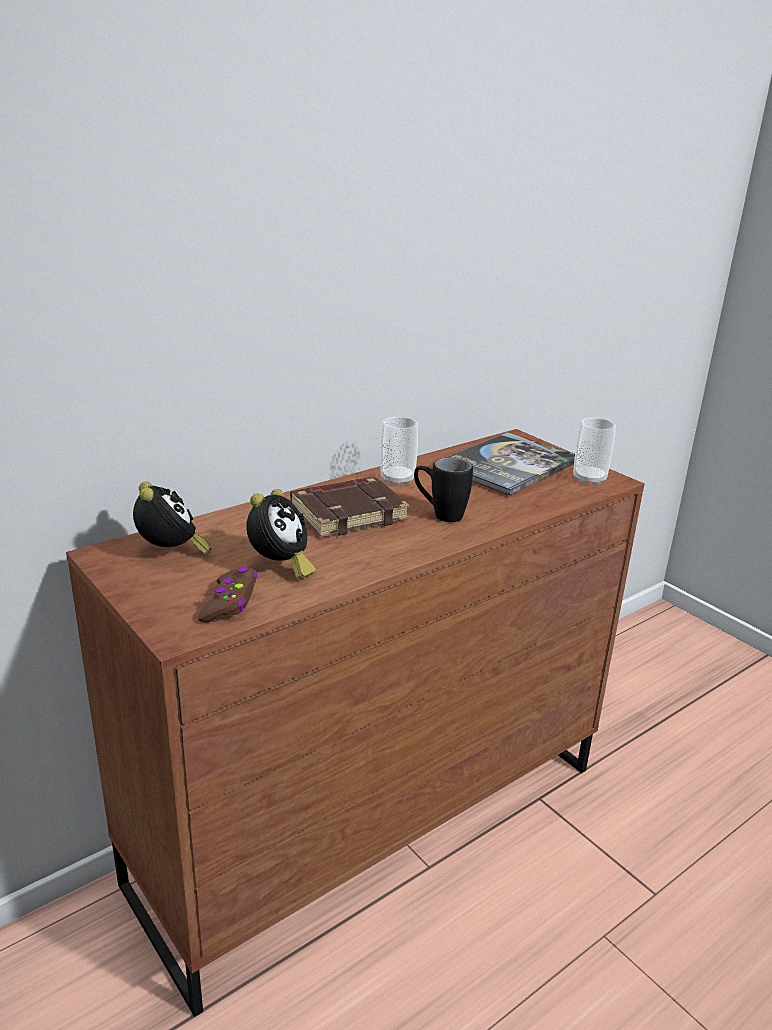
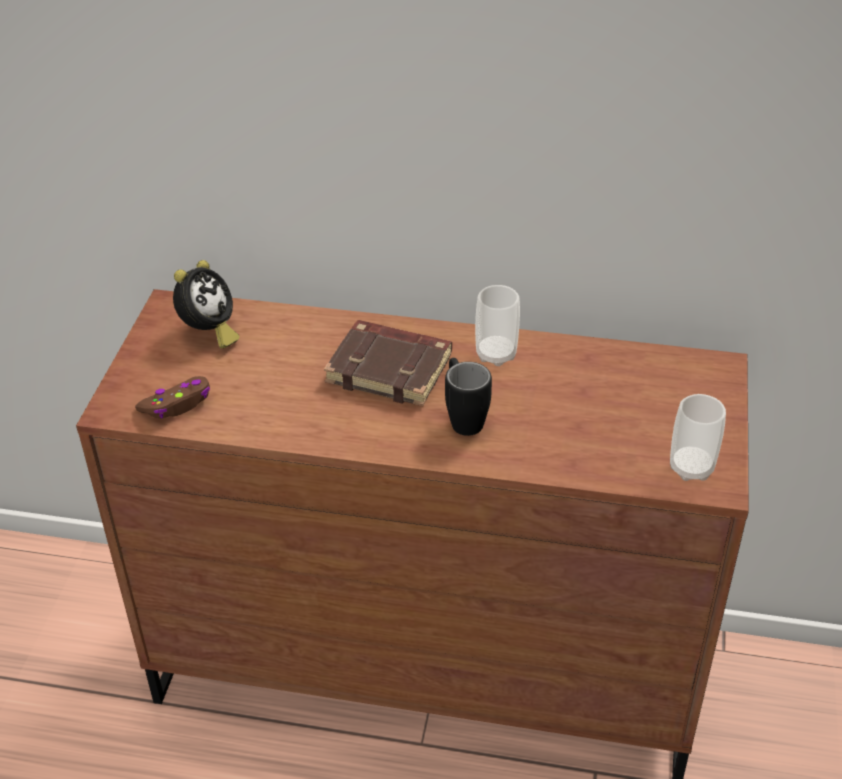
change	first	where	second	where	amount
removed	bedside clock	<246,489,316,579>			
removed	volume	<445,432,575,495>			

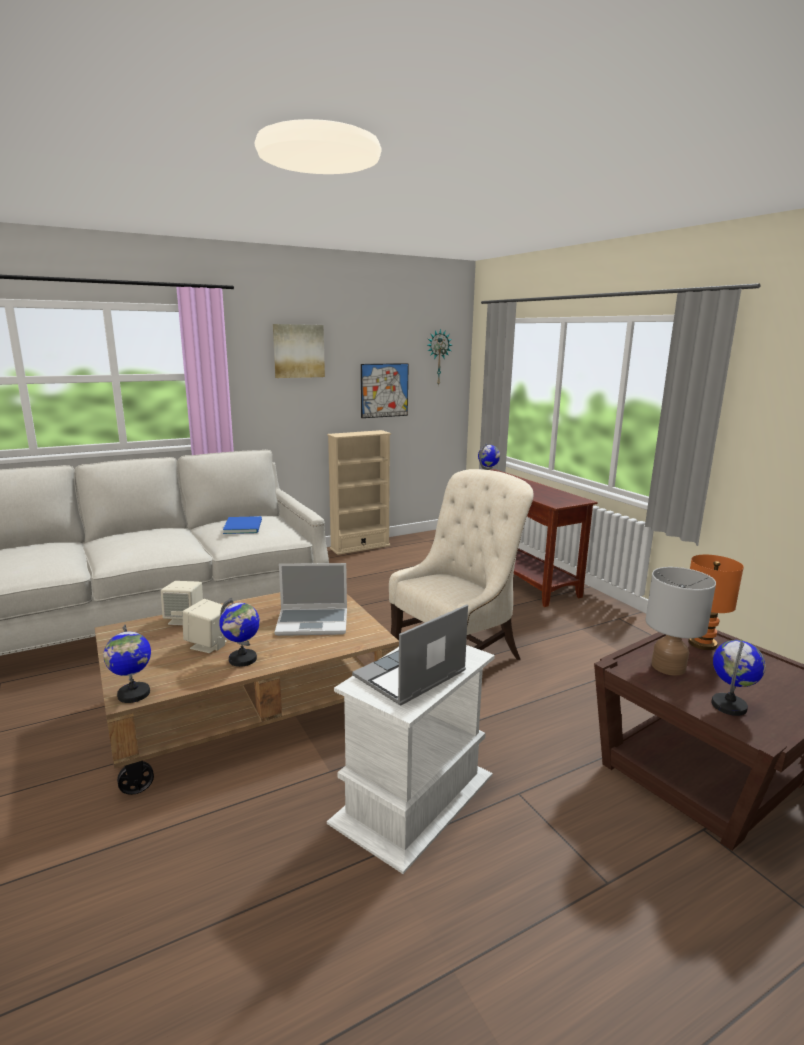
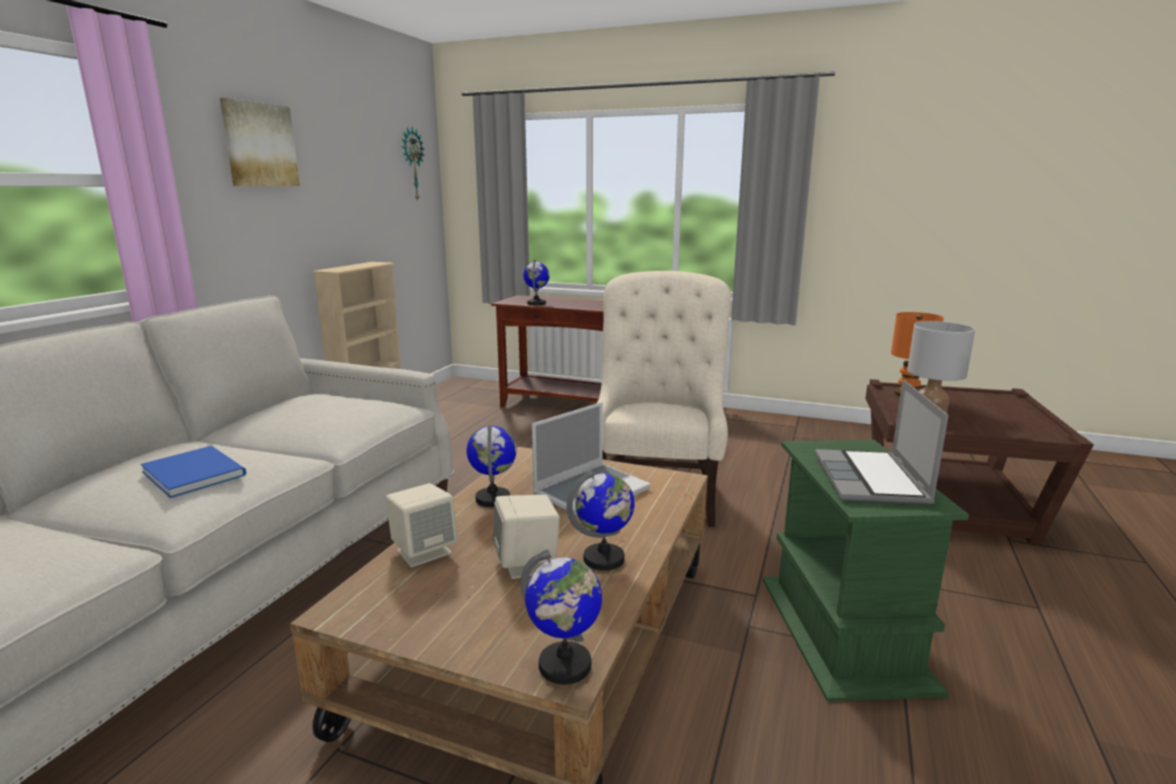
change	first	where	second	where	amount
moved	volume/blue-coloured	<223,516,262,534>		<141,446,246,498>	
moved	desk globe	<711,640,766,716>		<467,425,517,507>	
recoloured	end table/white	<327,645,495,874>	end table/green-coloured	<763,440,969,702>	
removed	picture	<361,363,409,418>			

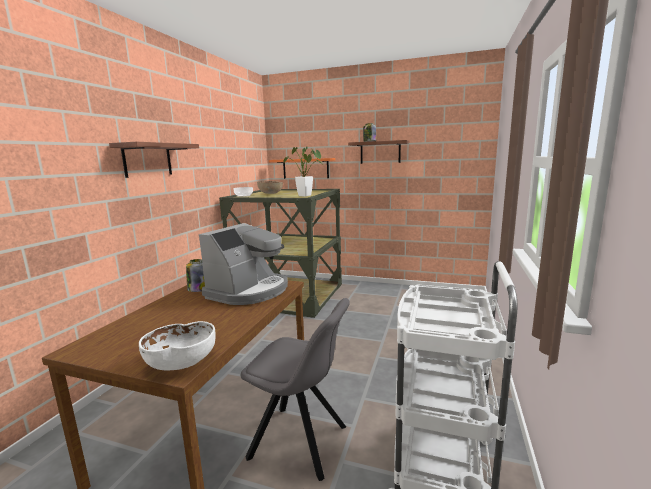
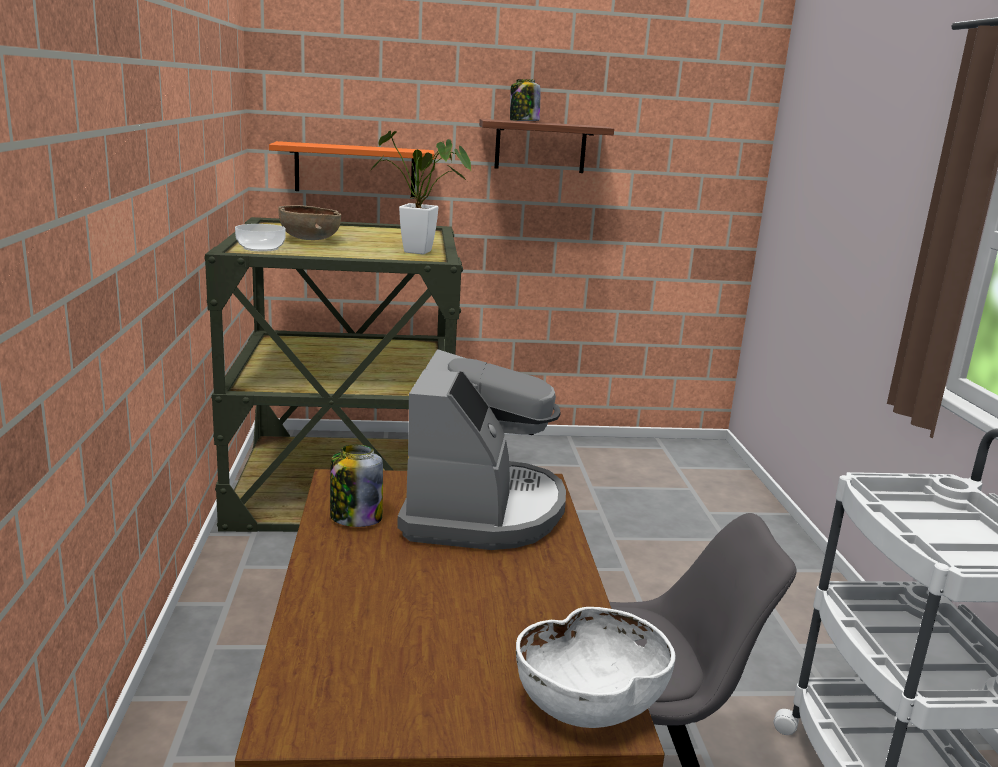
change	first	where	second	where	amount
removed	bracket shelf	<109,142,199,178>			

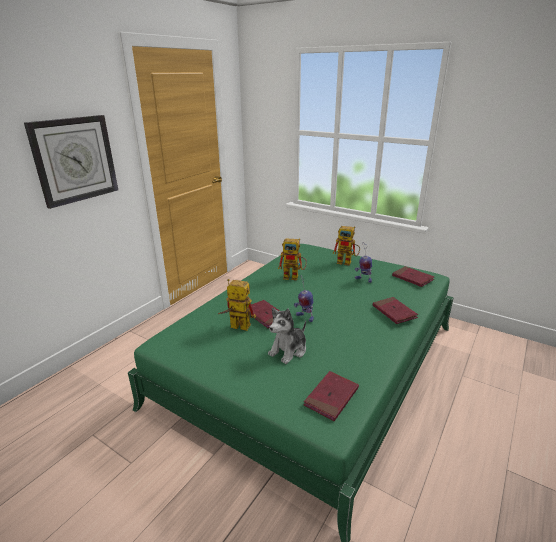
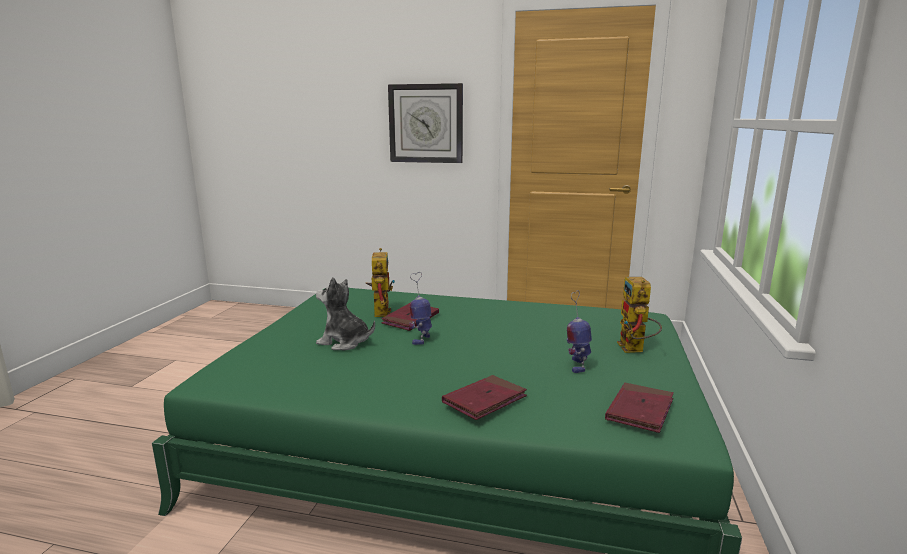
change	first	where	second	where	amount
removed	model robot	<278,238,307,280>			
removed	volume/red-coloured	<304,371,359,421>			

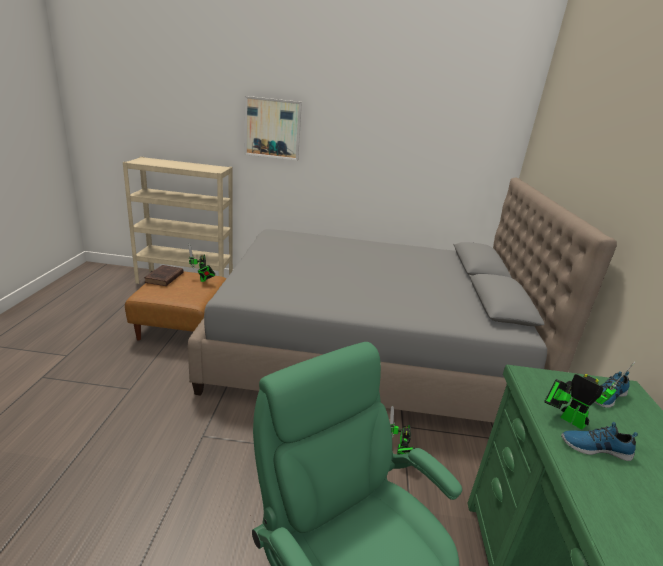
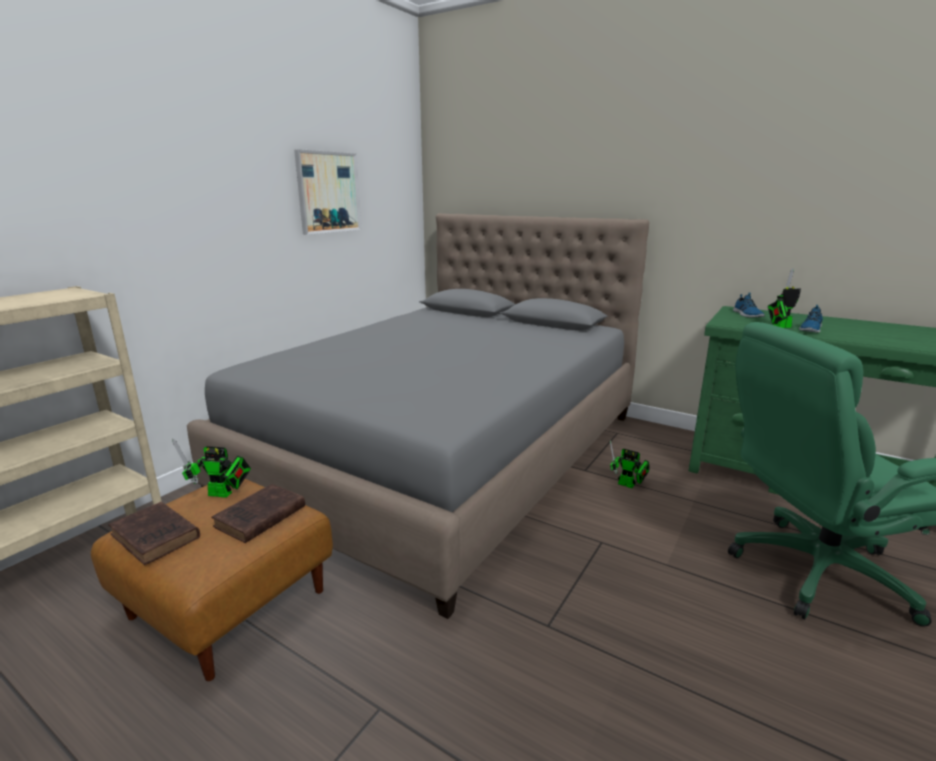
change	first	where	second	where	amount
added			volume/brown-coloured	<211,484,305,543>	
moved	picture	<244,96,302,161>		<294,149,362,235>	

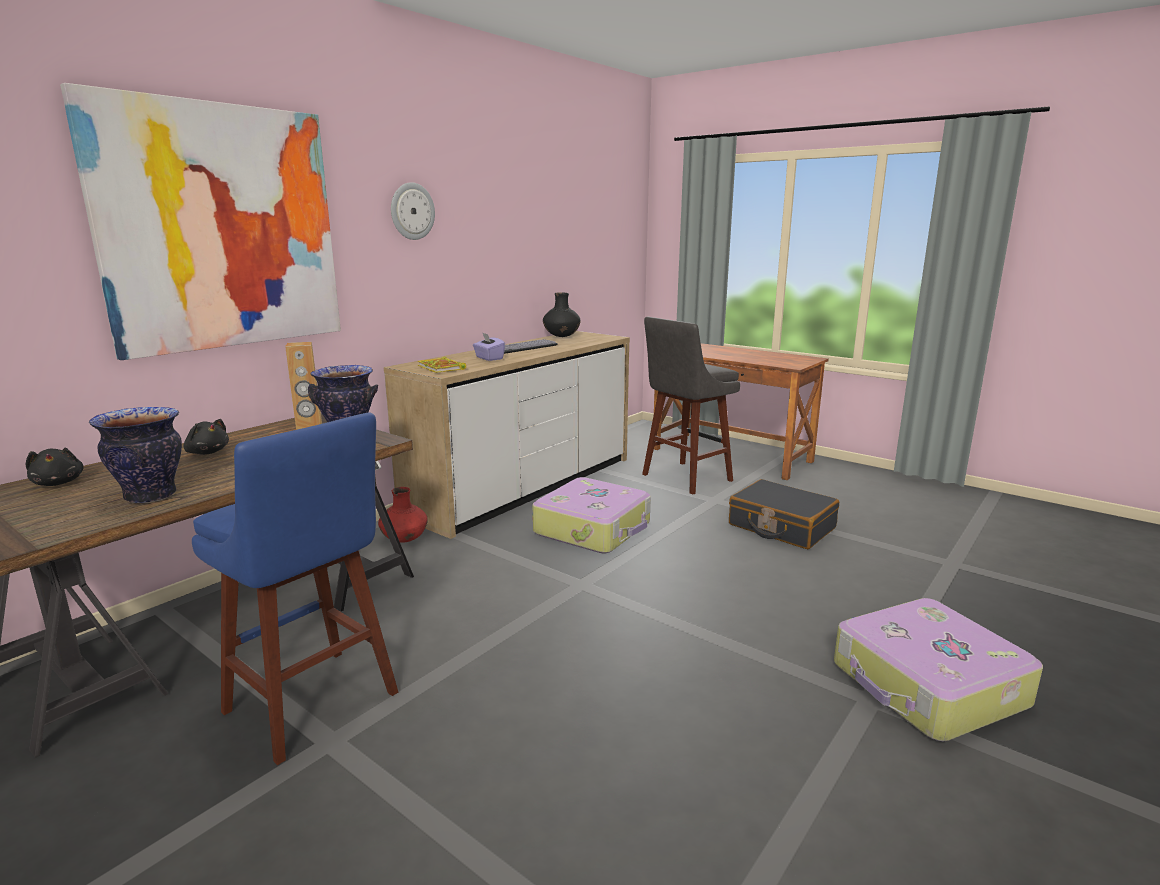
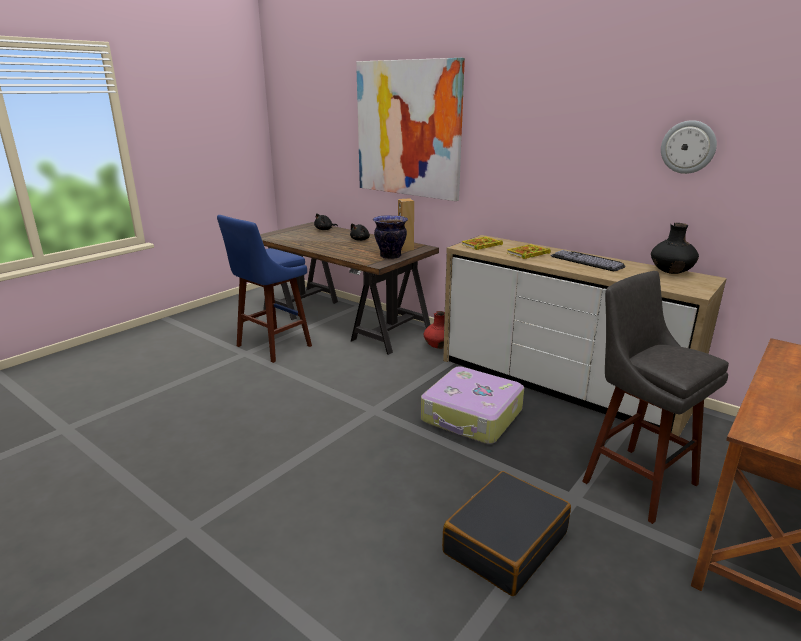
change	first	where	second	where	amount
replaced	box of tissues/purple	<473,332,505,361>	volume	<507,244,551,259>	
moved	clock on the wall	<391,182,435,240>		<661,120,717,174>	
removed	decorative vase	<88,407,182,503>			
removed	suitcase	<834,598,1043,741>			

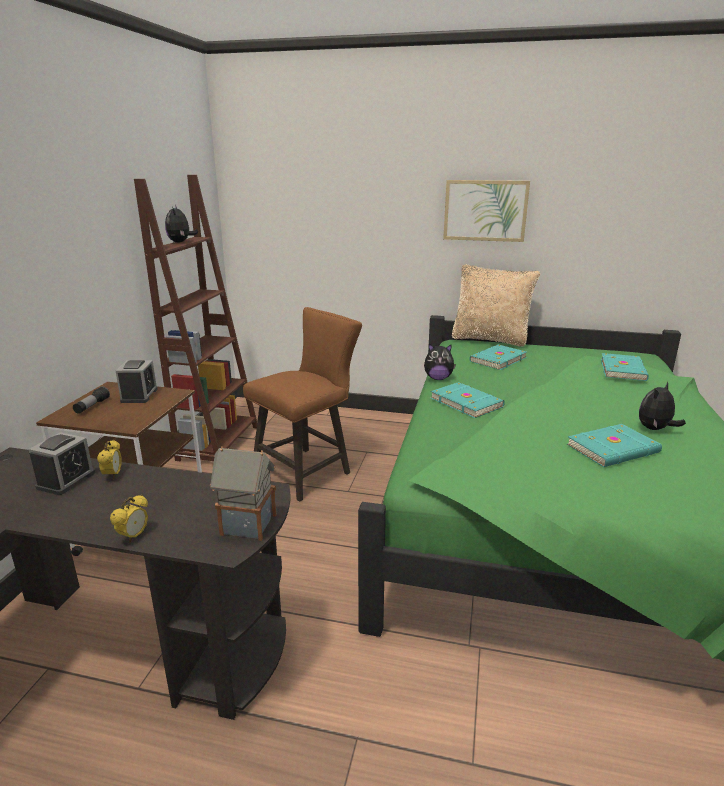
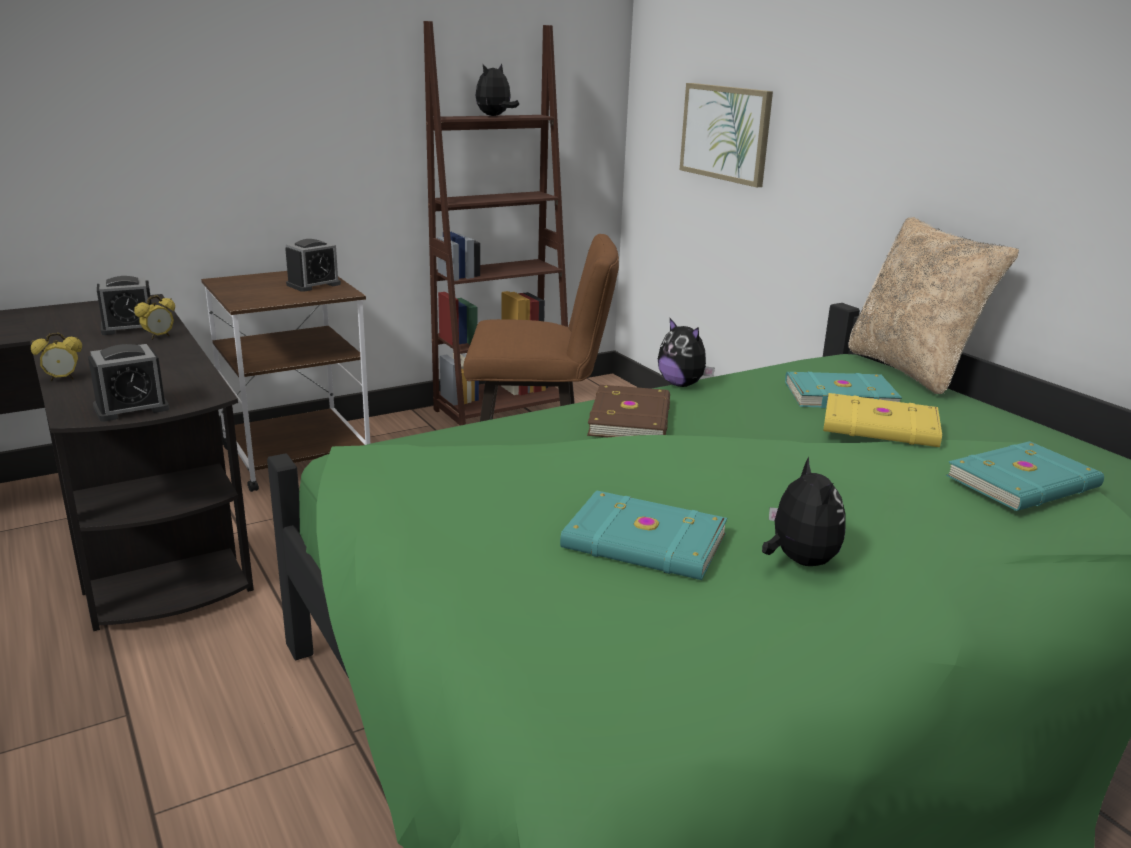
change	first	where	second	where	amount
replaced	miniature house	<210,446,277,541>	bedside clock	<88,344,169,421>	
recoloured	volume/turquoise-coloured	<431,382,505,418>	volume/brown-coloured	<587,385,670,437>	
moved	picture	<443,180,530,242>		<680,83,773,187>	
turned	cuddly toy	<639,382,686,430>		<762,457,846,566>	75 degrees clockwise
added			volume/yellow	<823,393,942,447>	
removed	hand torch	<73,386,110,414>			

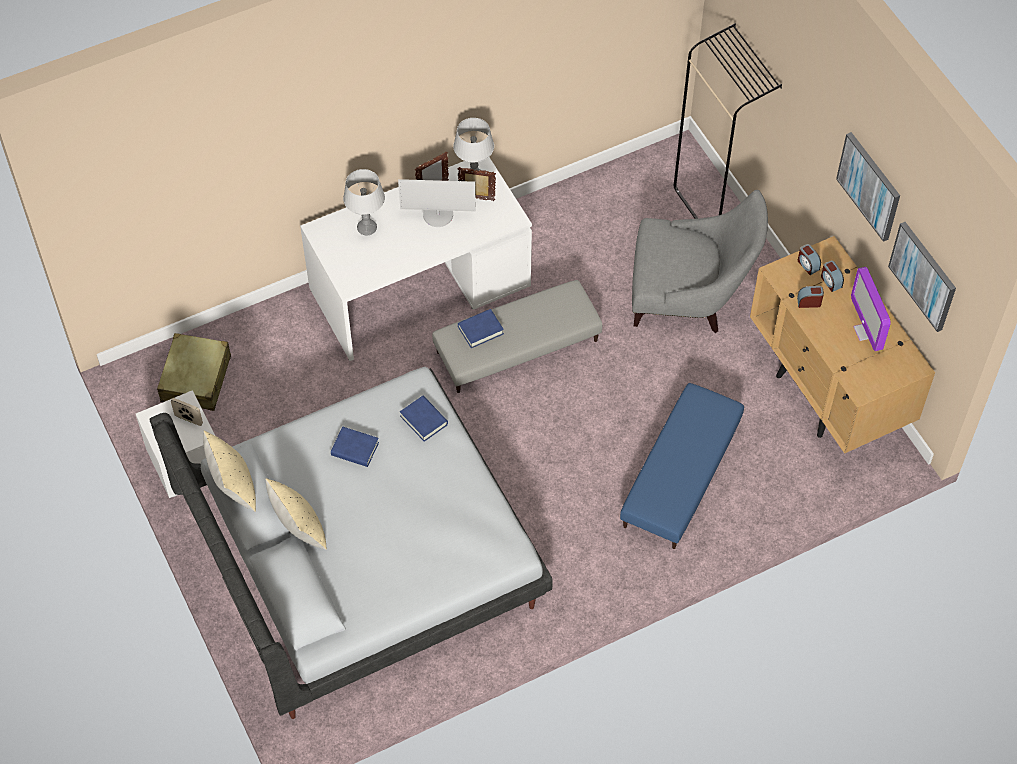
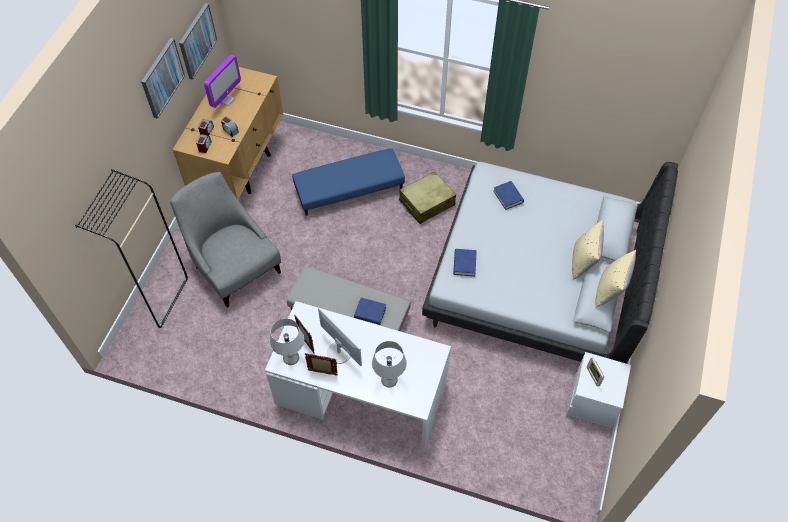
change	first	where	second	where	amount
moved	suitcase/sand-coloured	<157,333,231,411>		<399,171,456,224>	
moved	volume/blue-coloured	<331,427,379,467>		<493,181,524,210>	

